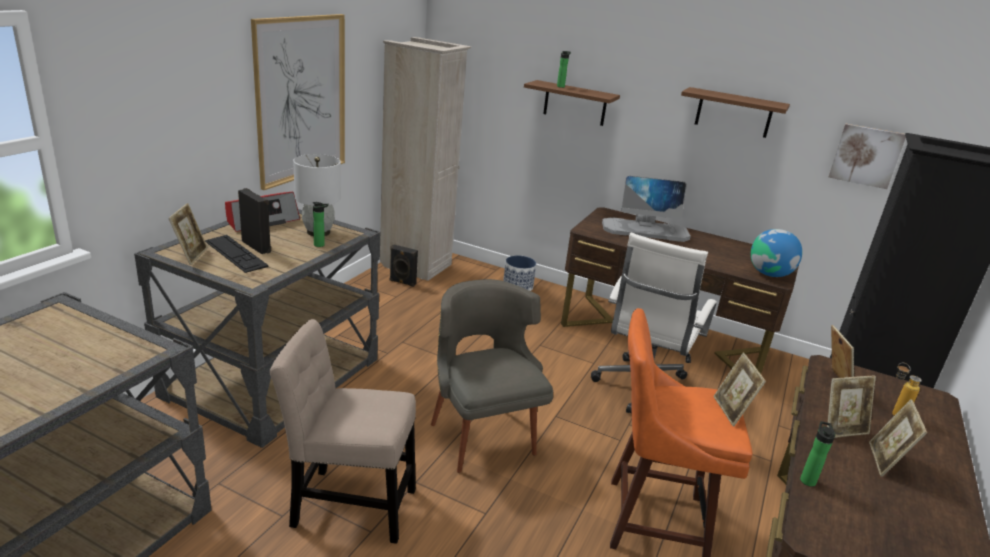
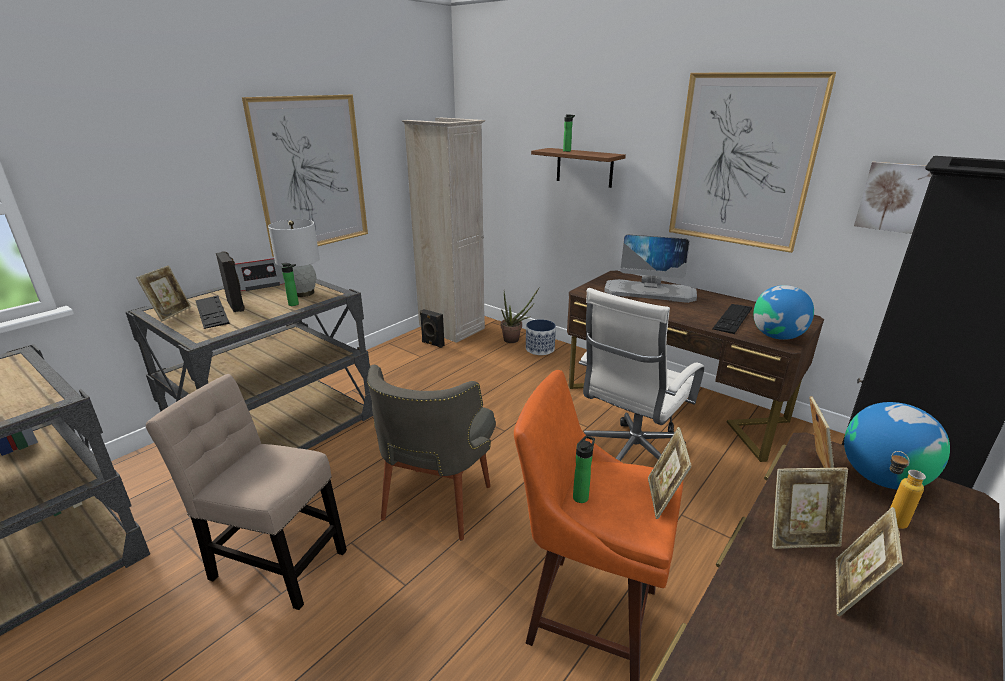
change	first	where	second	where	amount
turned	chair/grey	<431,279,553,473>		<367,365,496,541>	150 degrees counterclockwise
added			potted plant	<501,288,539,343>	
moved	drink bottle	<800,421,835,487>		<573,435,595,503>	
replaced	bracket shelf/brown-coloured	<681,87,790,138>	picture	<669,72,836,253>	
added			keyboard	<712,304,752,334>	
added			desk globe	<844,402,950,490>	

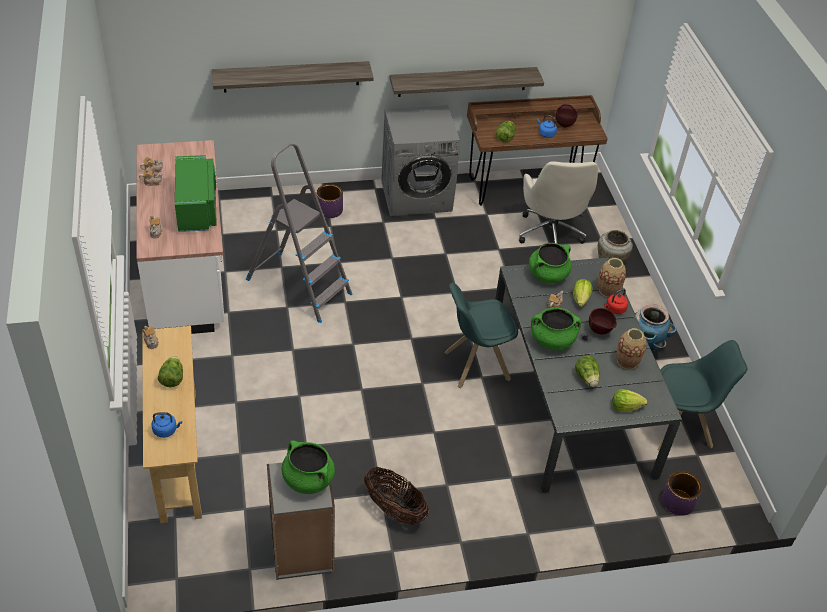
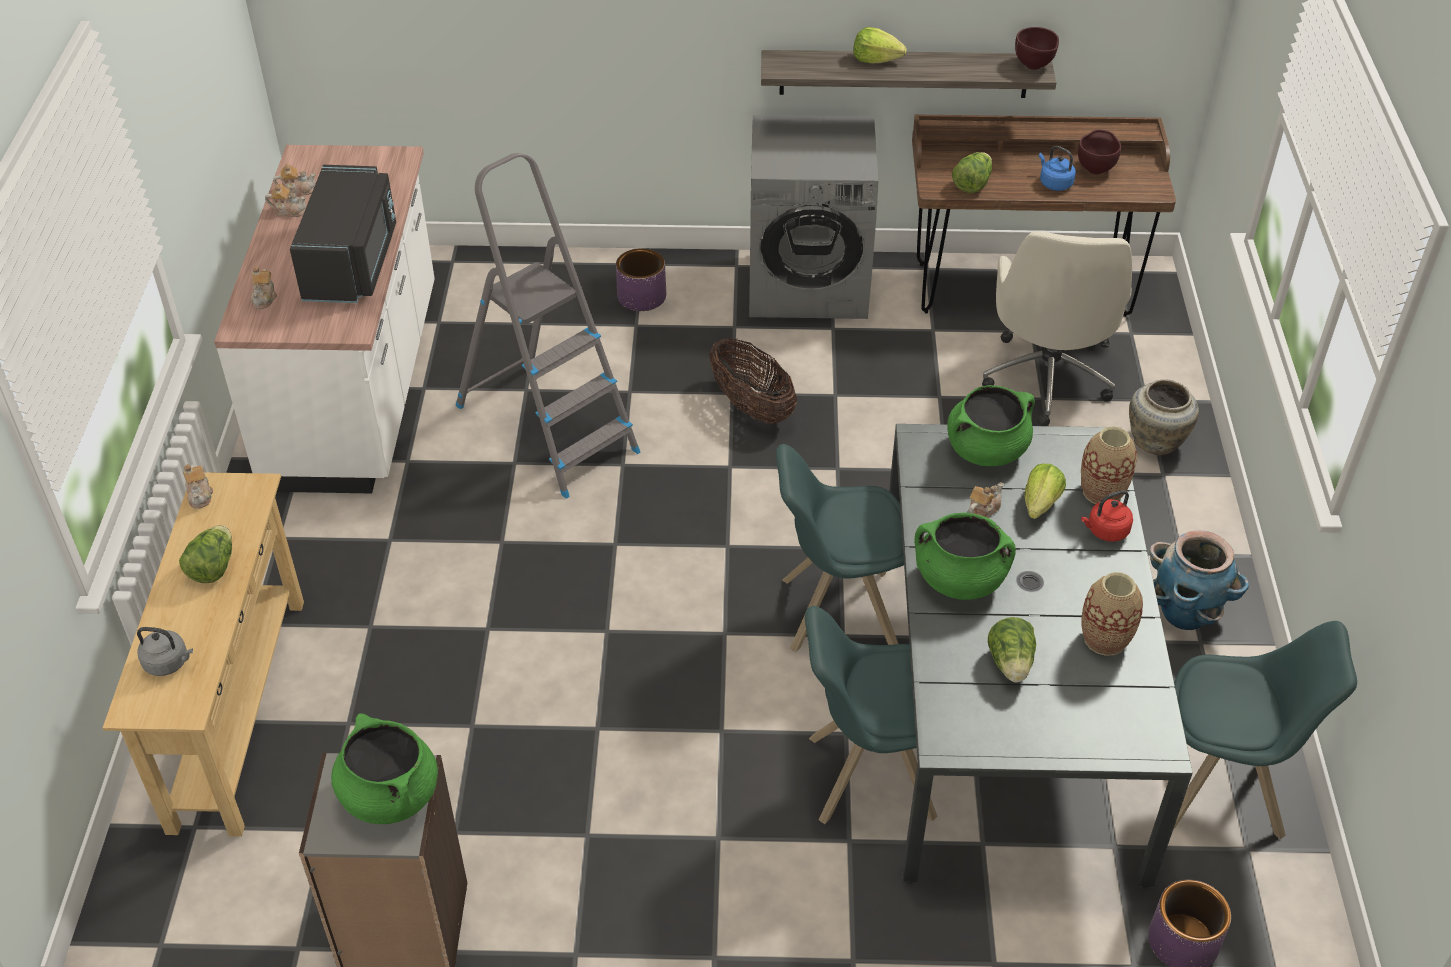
change	first	where	second	where	amount
recoloured	kettle/blue-coloured	<152,412,182,438>	kettle/grey	<137,627,193,676>	
recoloured	microwave/green-coloured	<175,155,217,232>	microwave/black	<290,165,396,303>	
moved	storage basket	<364,467,429,525>		<709,337,797,424>	
added			chair/turquoise-coloured	<805,606,937,824>	
moved	head of lettuce	<612,389,648,412>		<853,27,907,63>	
moved	serving bowl/brown-coloured	<589,308,617,334>		<1015,27,1059,70>	
removed	bracket shelf	<212,61,374,93>			

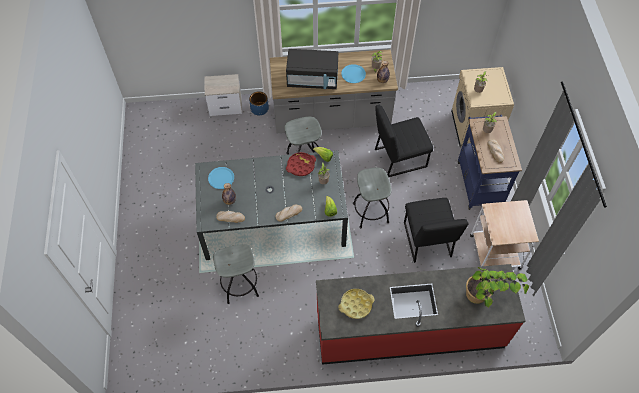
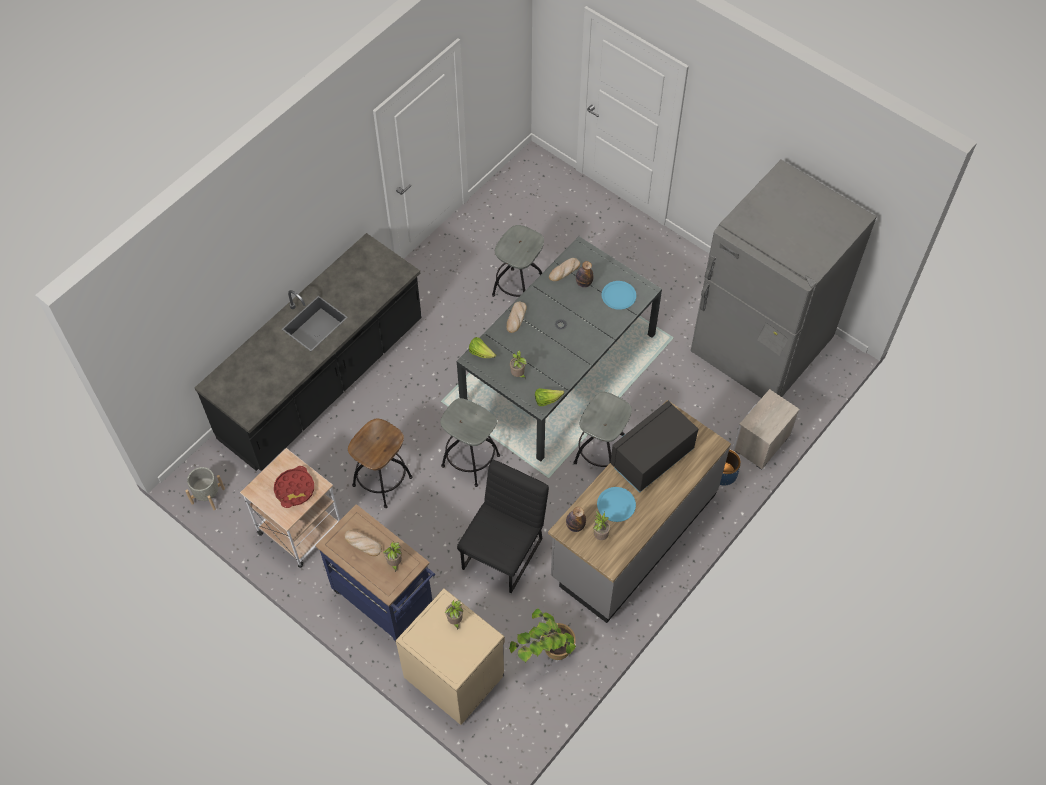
change	first	where	second	where	amount
added			flower pot/grey	<185,467,225,510>	
recoloured	kitchen base unit/red-coloured	<316,264,526,365>	kitchen base unit/black	<195,233,422,471>	
moved	serving tray/red-coloured	<286,152,316,176>		<274,466,314,508>	
replaced	chair/black	<404,198,468,263>	sitting stool/brown-coloured	<348,419,413,508>	
moved	potted plant	<466,267,529,308>		<509,608,576,662>	
added			refrigerator/grey	<691,160,877,398>	
removed	serving tray/yellow	<338,289,375,319>			

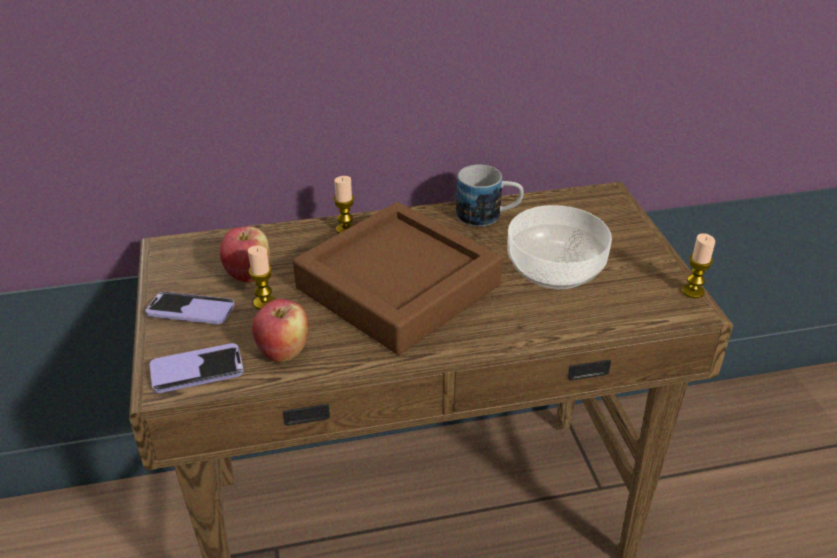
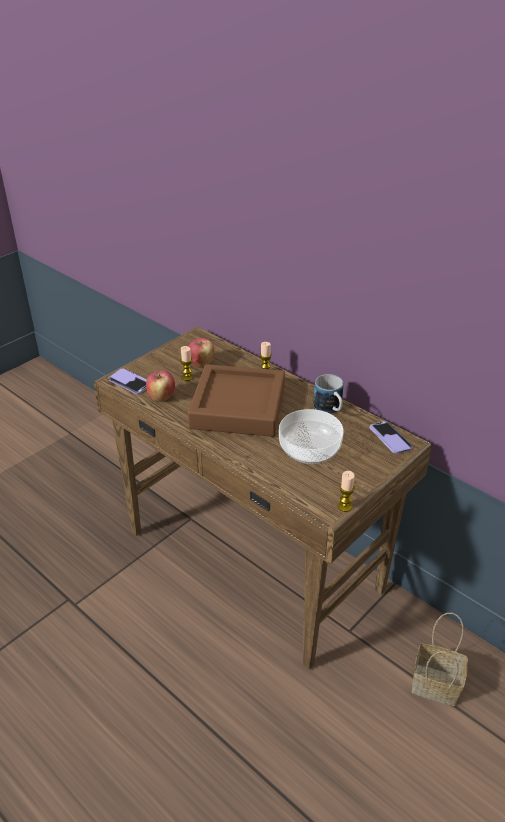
change	first	where	second	where	amount
moved	telephone	<145,292,235,324>		<369,421,413,454>	
added			storage basket	<412,613,468,706>	

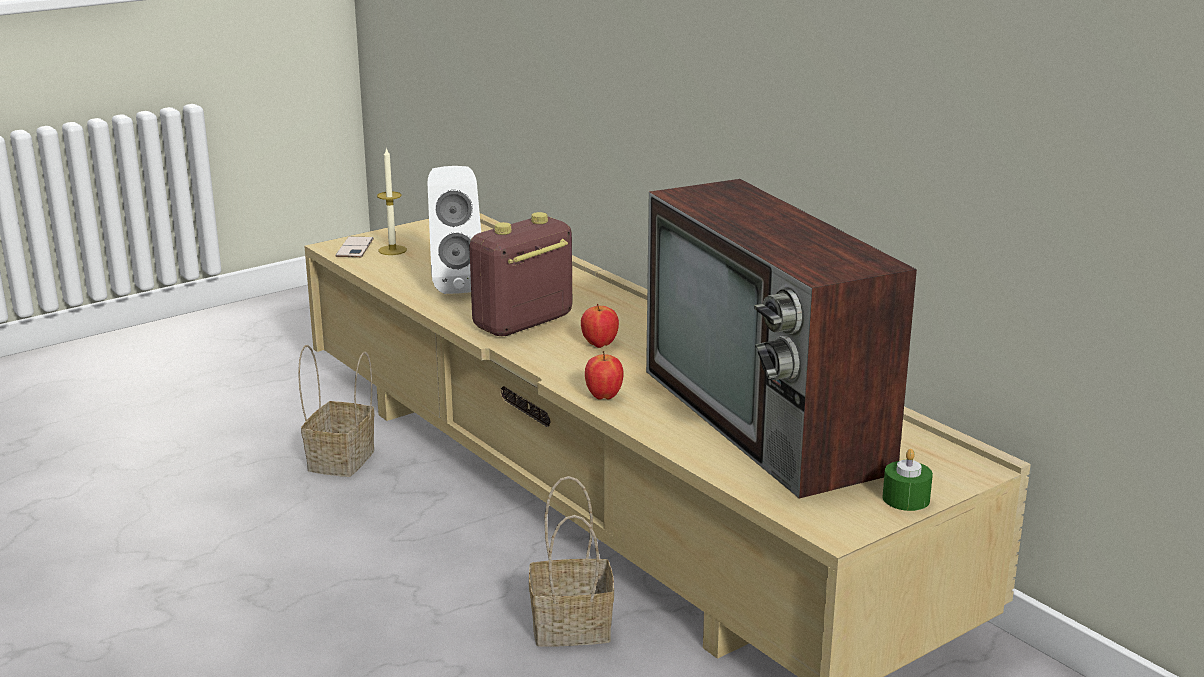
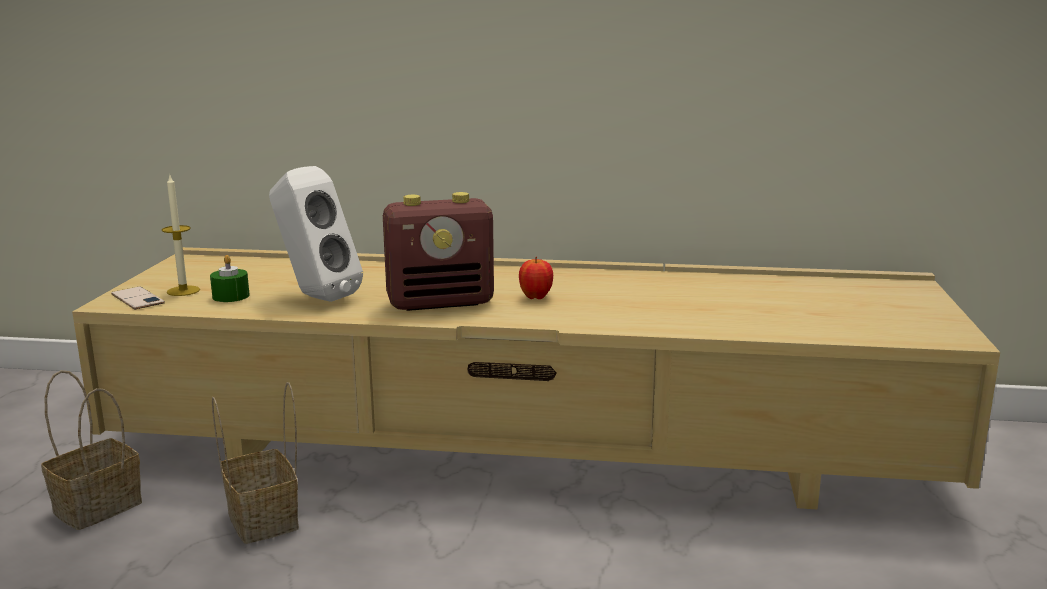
change	first	where	second	where	amount
moved	storage basket	<529,476,614,647>		<41,370,142,530>	
moved	wax light/green-coloured	<882,449,933,511>		<210,255,250,302>	
turned	radio set	<469,212,572,336>		<383,192,494,311>	105 degrees counterclockwise
removed	whole apple	<585,351,624,400>			
removed	TV set	<646,179,917,498>			

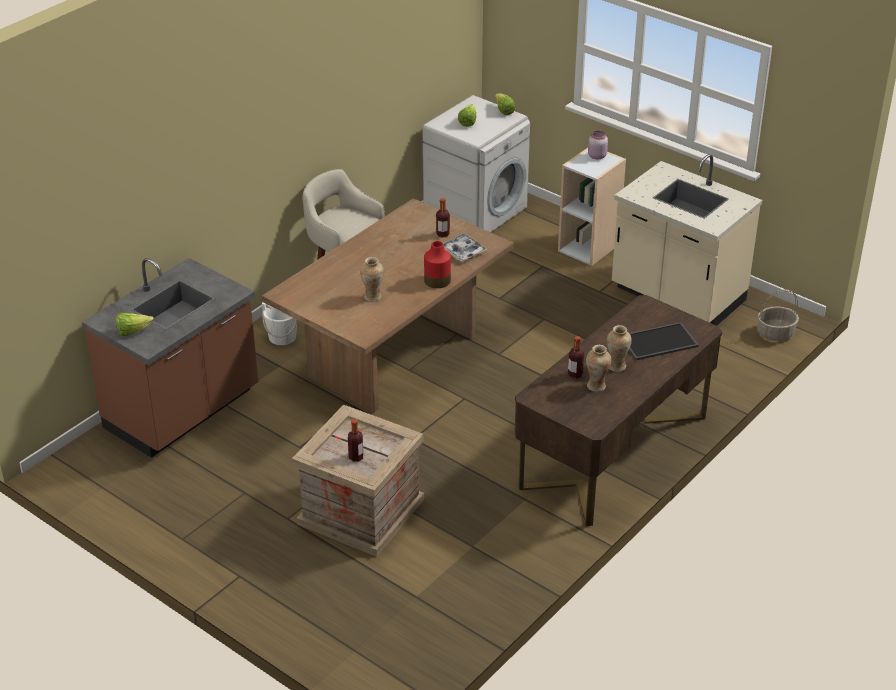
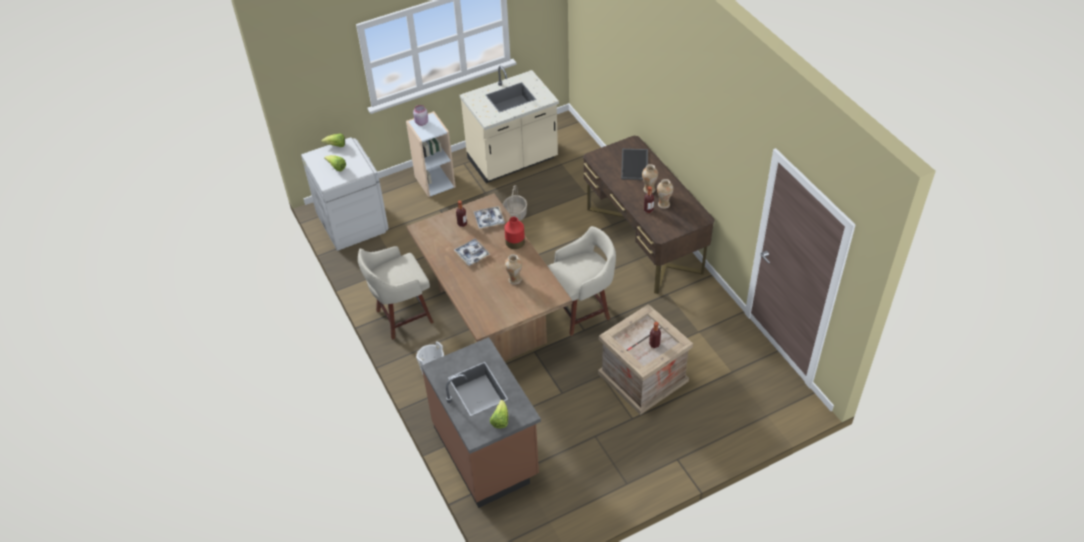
change	first	where	second	where	amount
added			serving tray	<454,239,490,266>	
moved	storage basket	<757,289,799,341>		<503,185,527,221>	
added			sitting stool/sand-coloured	<548,226,616,336>	

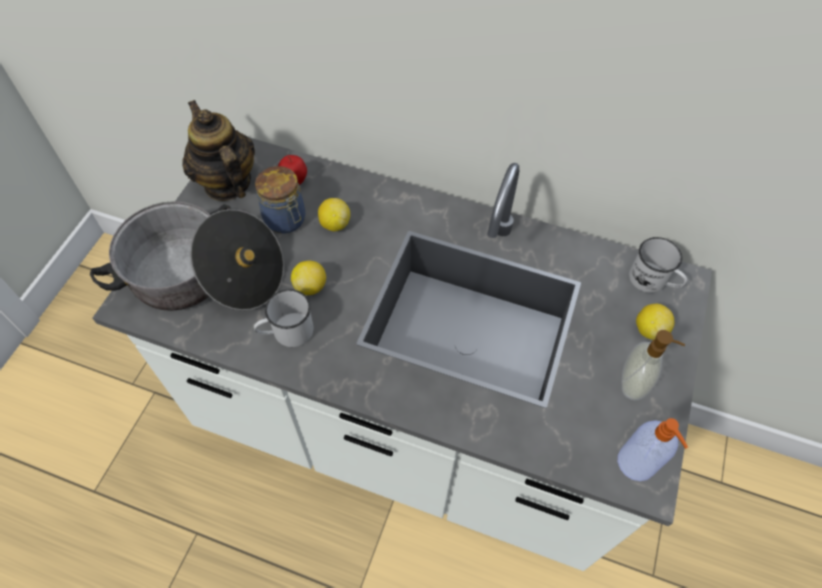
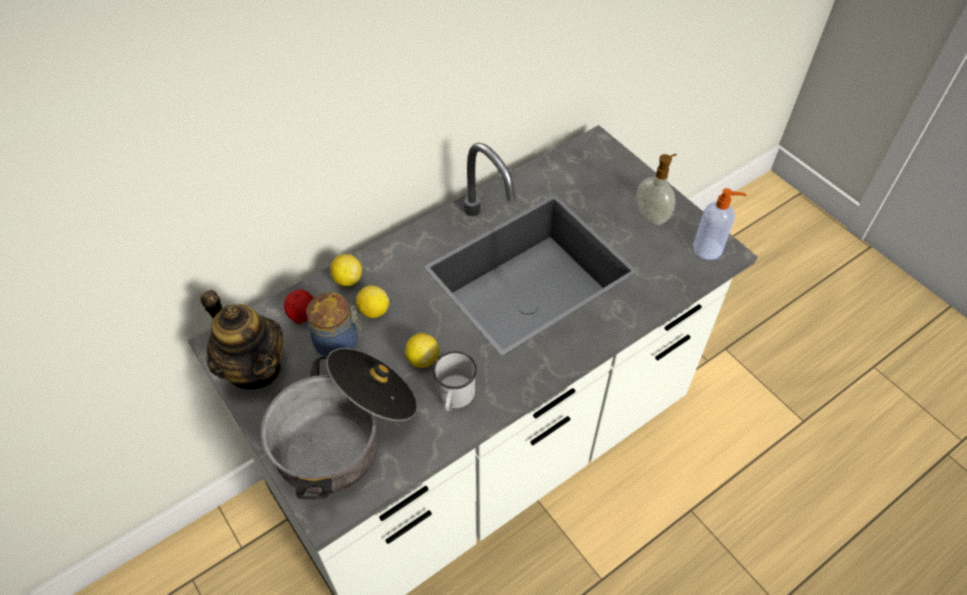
change	first	where	second	where	amount
turned	pot for tea	<182,100,255,201>		<201,290,284,389>	135 degrees counterclockwise
moved	lemon	<636,304,674,340>		<330,254,362,287>	
removed	tea mug/white	<629,237,687,293>			

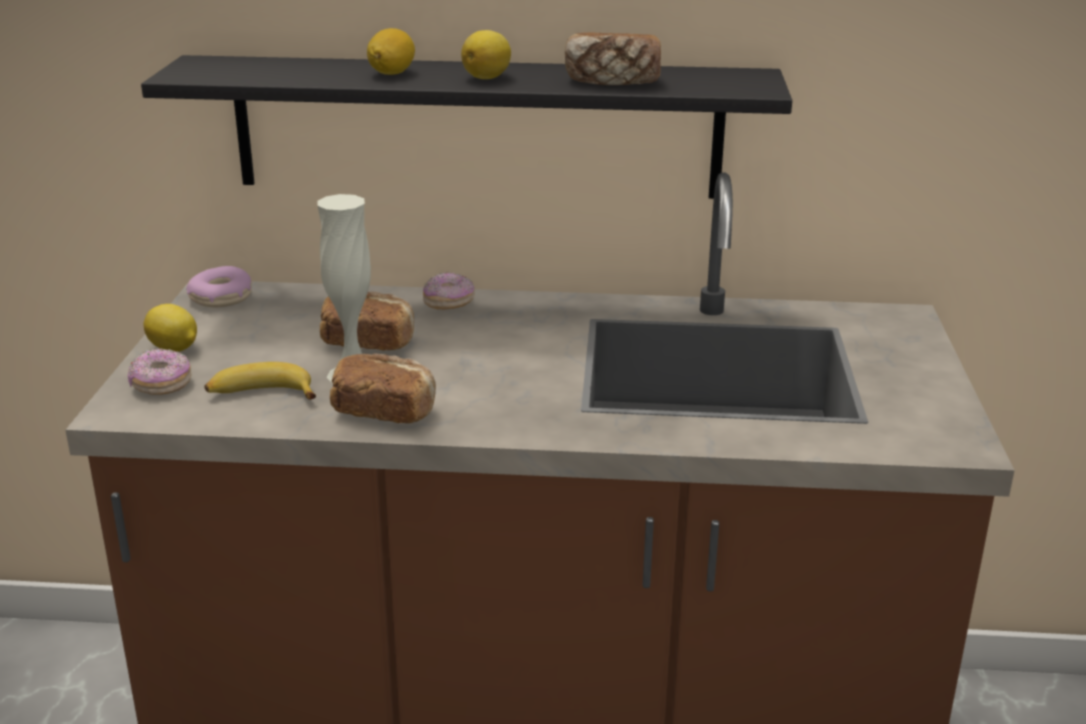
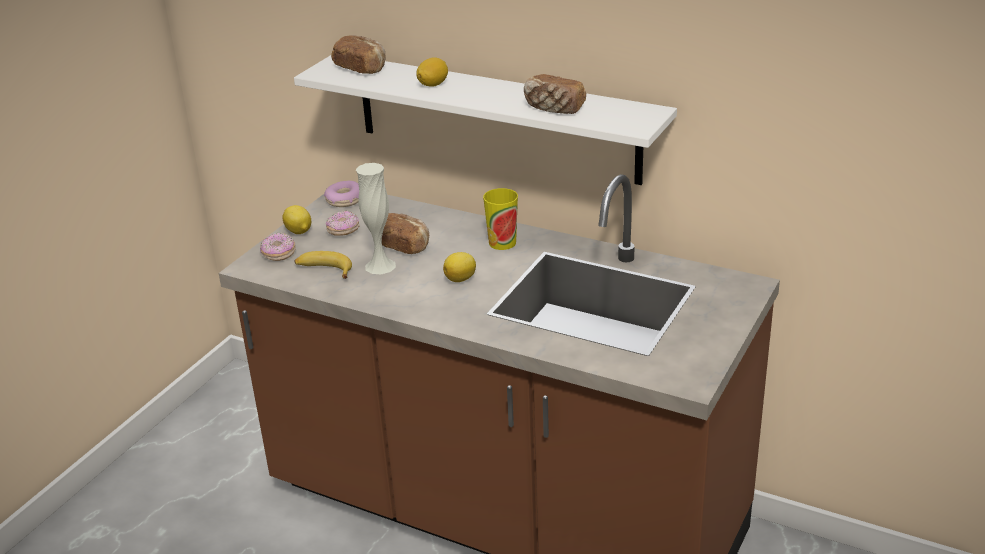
change	first	where	second	where	amount
recoloured	bracket shelf/black	<141,55,792,199>	bracket shelf/white	<294,55,677,185>	
moved	doughnut	<423,272,475,310>		<326,211,360,236>	
moved	bread	<330,353,436,423>		<331,35,386,74>	
moved	lemon	<461,30,511,79>		<443,252,476,282>	
added			cup	<483,188,518,250>	

